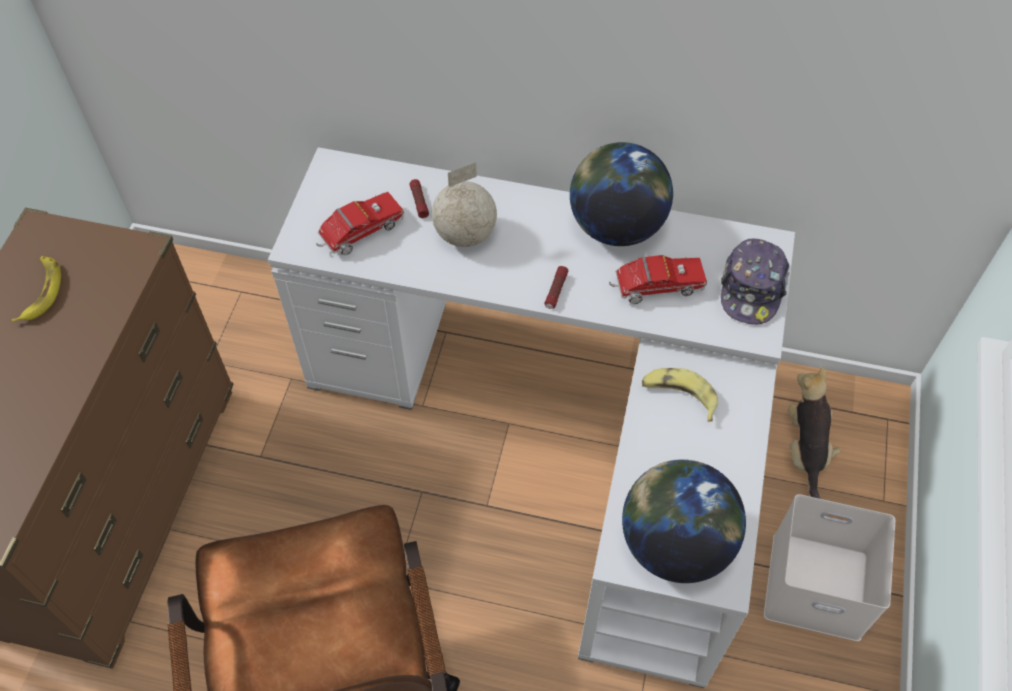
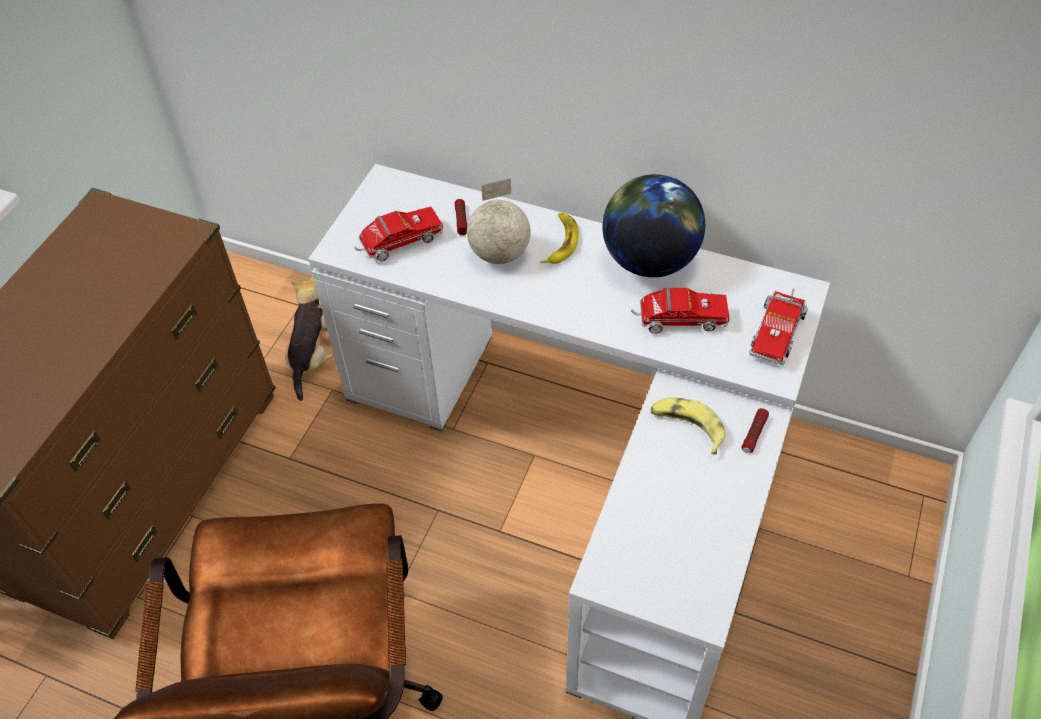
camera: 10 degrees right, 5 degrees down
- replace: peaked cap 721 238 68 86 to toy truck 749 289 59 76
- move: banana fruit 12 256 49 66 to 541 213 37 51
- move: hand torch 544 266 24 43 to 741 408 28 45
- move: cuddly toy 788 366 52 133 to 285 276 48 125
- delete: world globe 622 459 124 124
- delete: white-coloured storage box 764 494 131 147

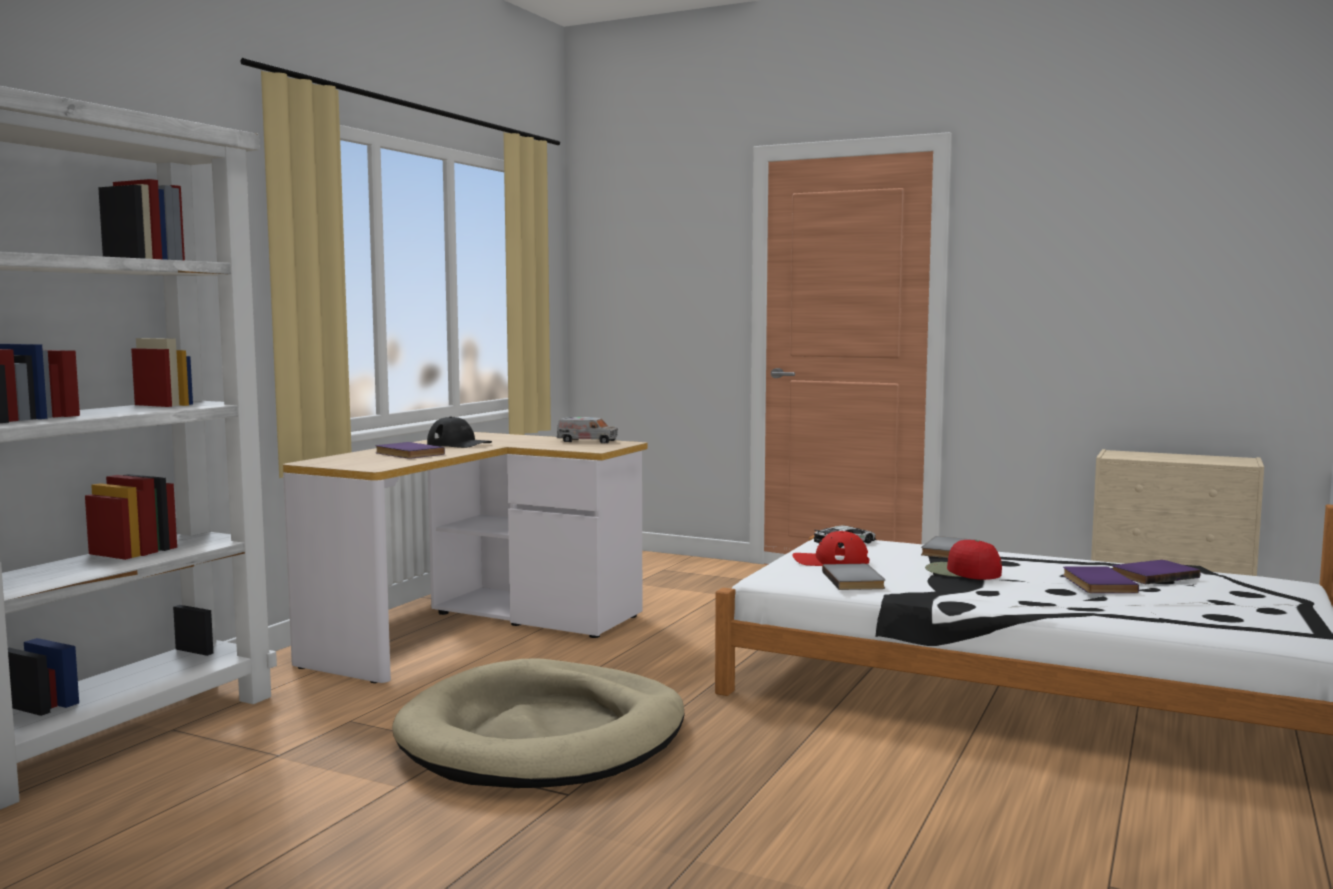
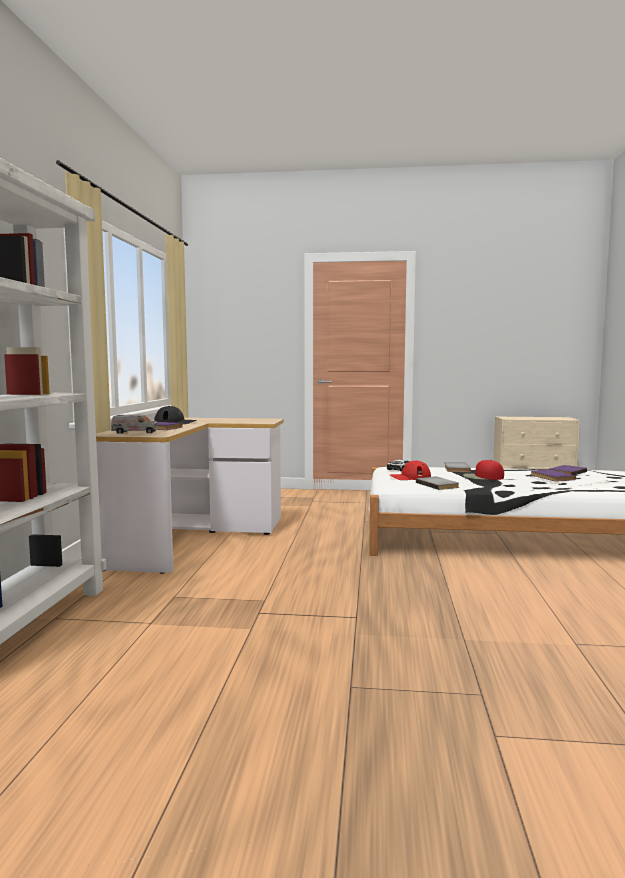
camera: 20 degrees left, 0 degrees up
- move: toy truck 556 417 62 26 to 111 415 47 19
- delete: beige-coloured dog cushion 392 658 293 130

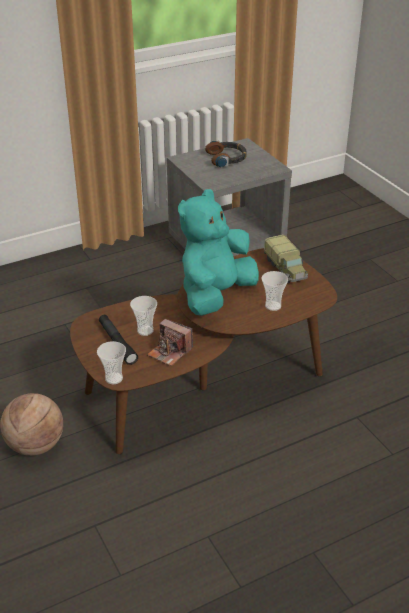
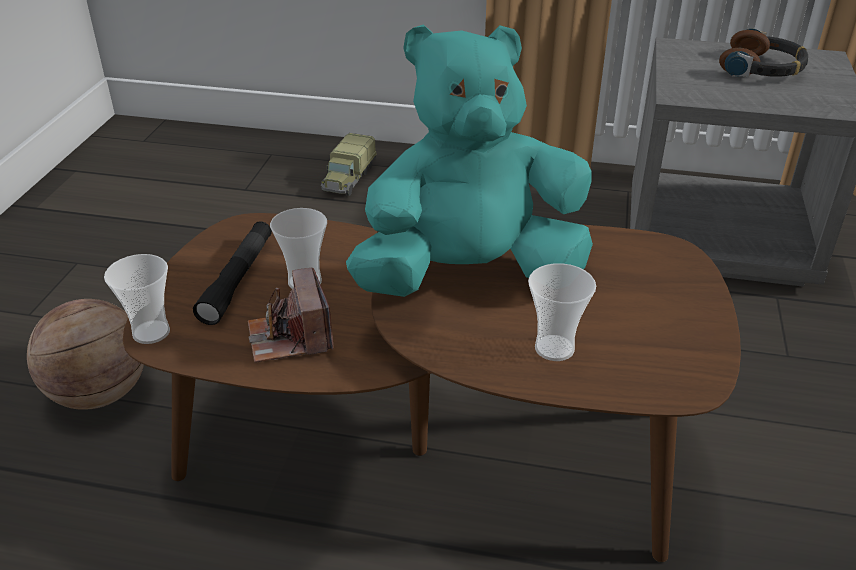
camera: 40 degrees right, 0 degrees up
- move: toy truck 264 234 44 49 to 321 133 55 63

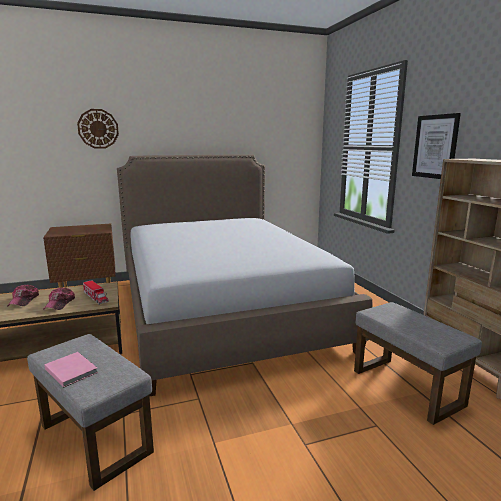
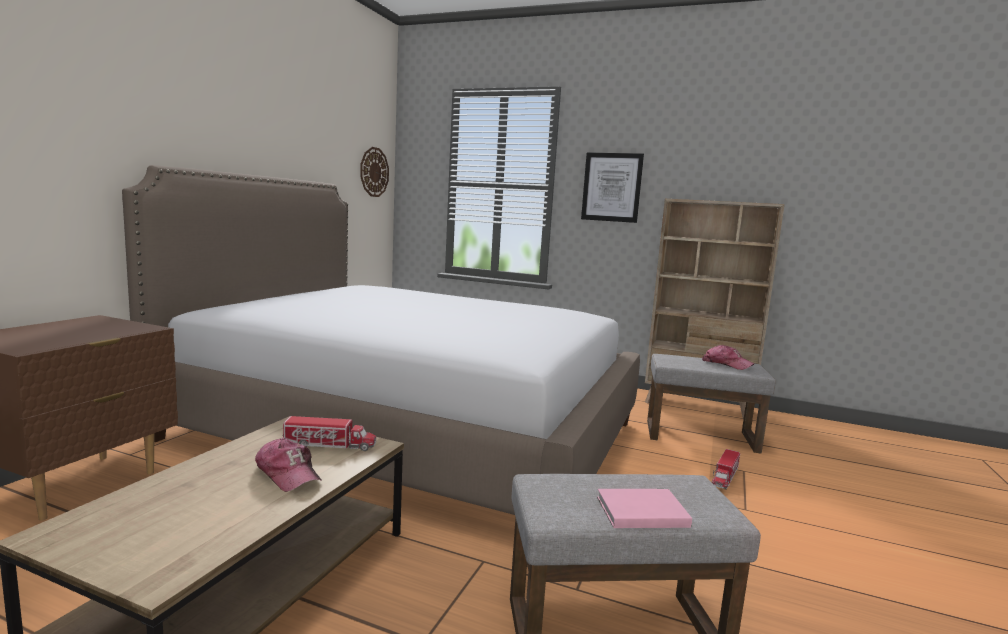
camera: 50 degrees left, 5 degrees down
- move: clock on the wall 77 109 42 40 to 360 147 29 50
- move: peaked cap 7 285 32 21 to 702 345 52 25
- insert: toy truck 712 449 28 41

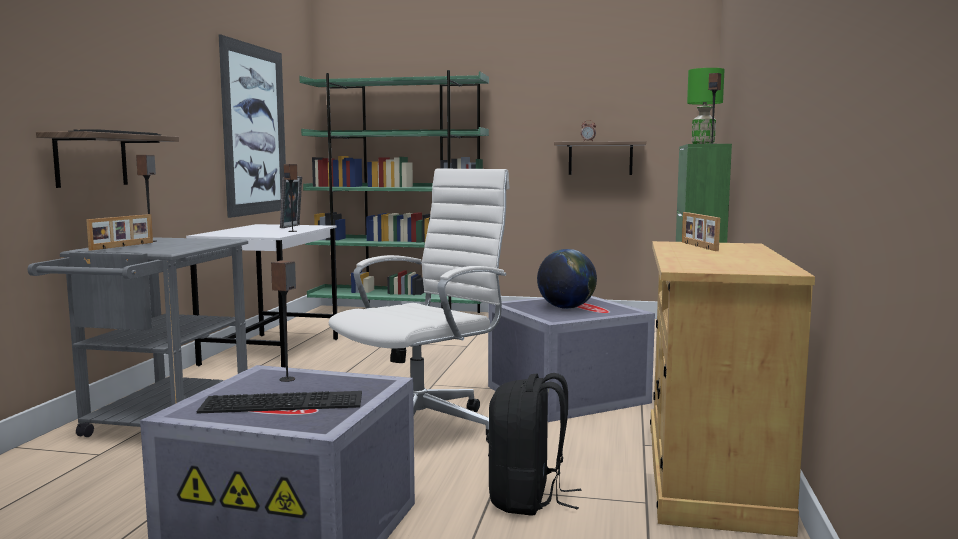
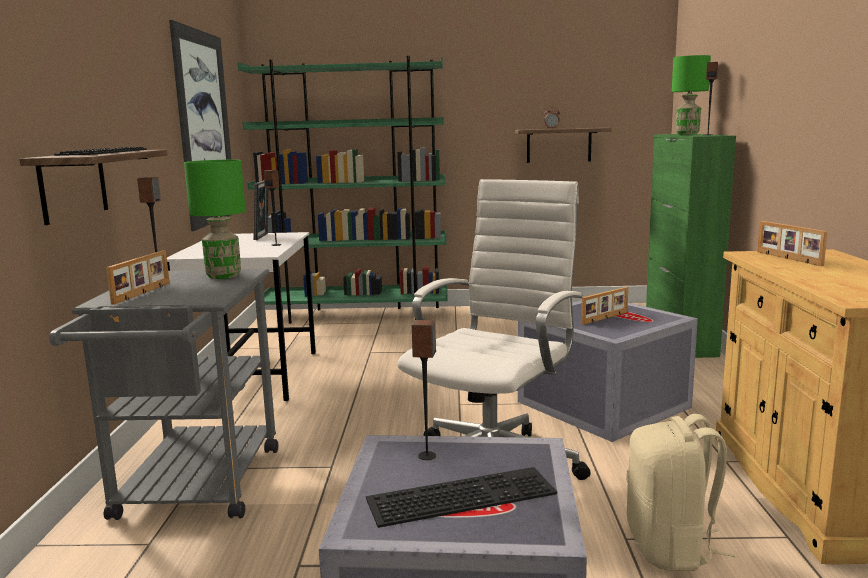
camera: 10 degrees left, 5 degrees up
- replace: world globe 537 249 60 60 to standing frame 581 287 47 38
- recolor: blackish backpack 488 373 93 143 to beige-coloured backpack 626 414 109 157
- insert: green-coloured tabletop lamp 184 160 62 119

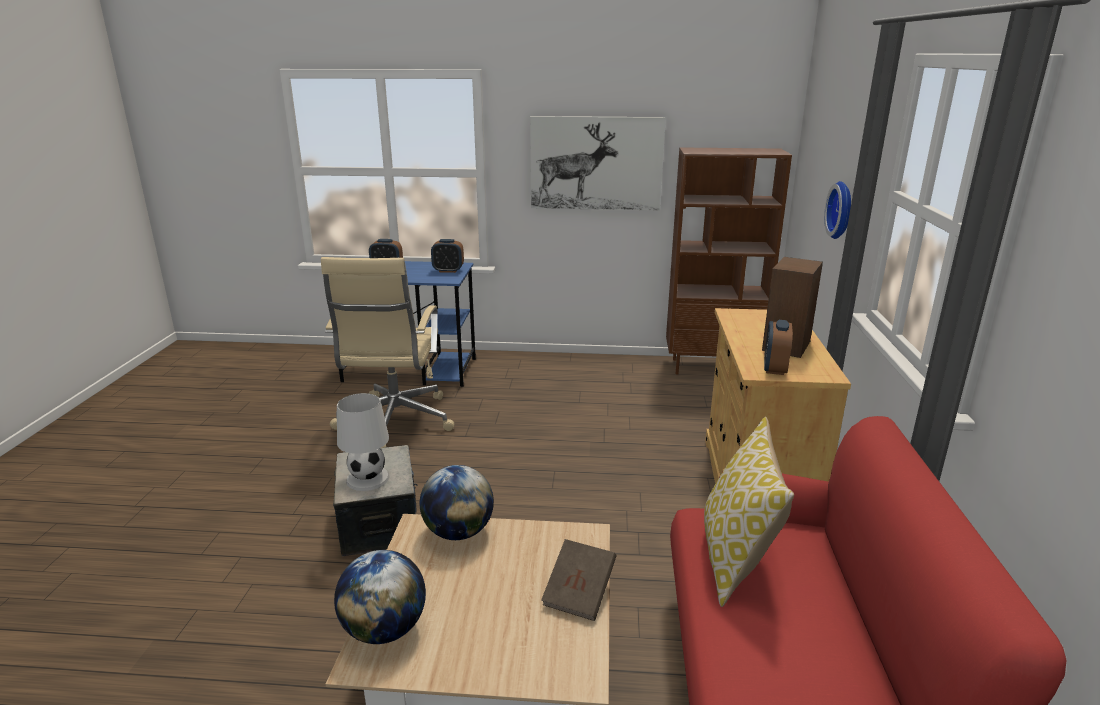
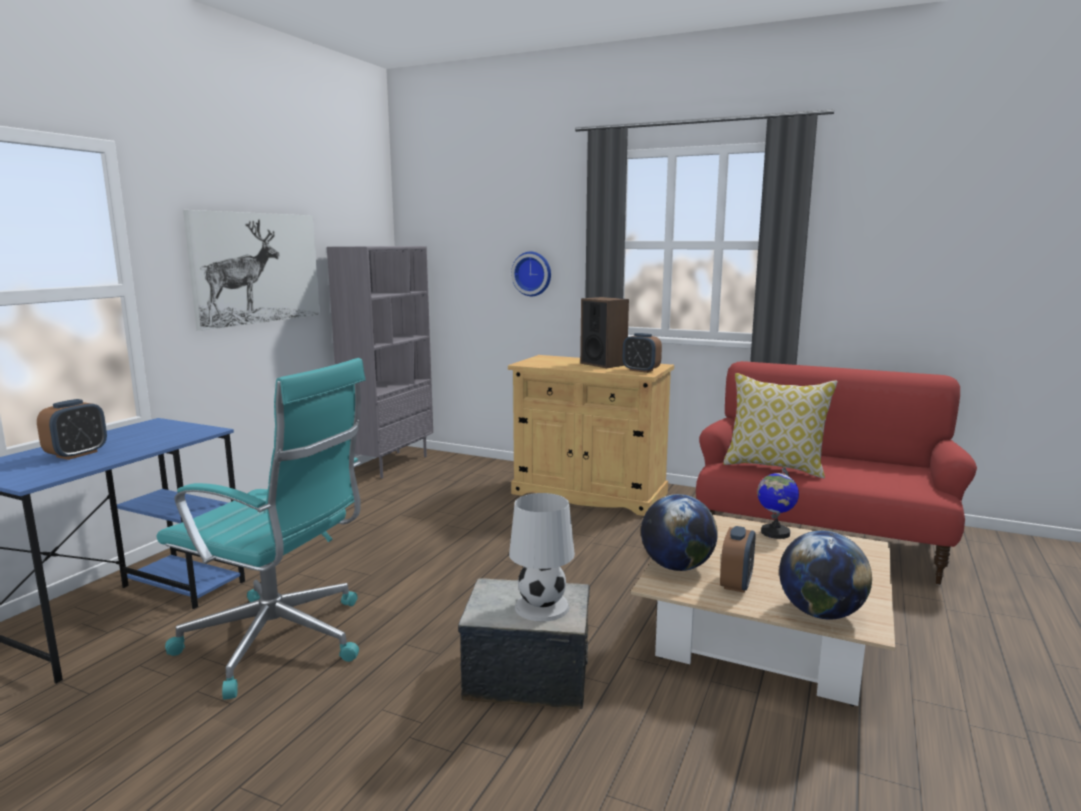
camera: 70 degrees left, 10 degrees down
- recolor: brownish bookcase 666 147 126 227 to greyish bookcase 327 246 106 232
- move: bedside clock 431 239 33 34 to 720 526 36 67
- recolor: beige-coloured office chair 321 257 133 191 to blue-green office chair 157 358 209 342
- replace: brownish volume 541 539 75 82 to world globe 757 467 42 72

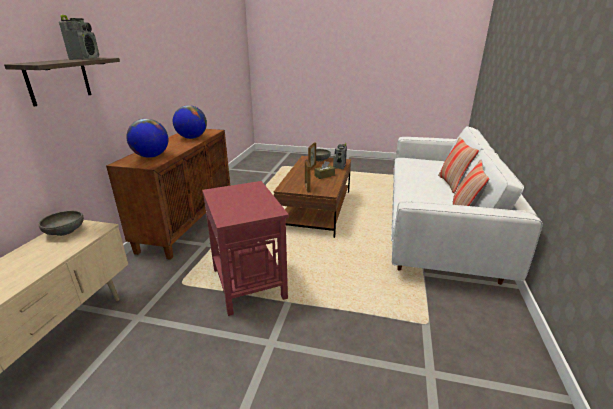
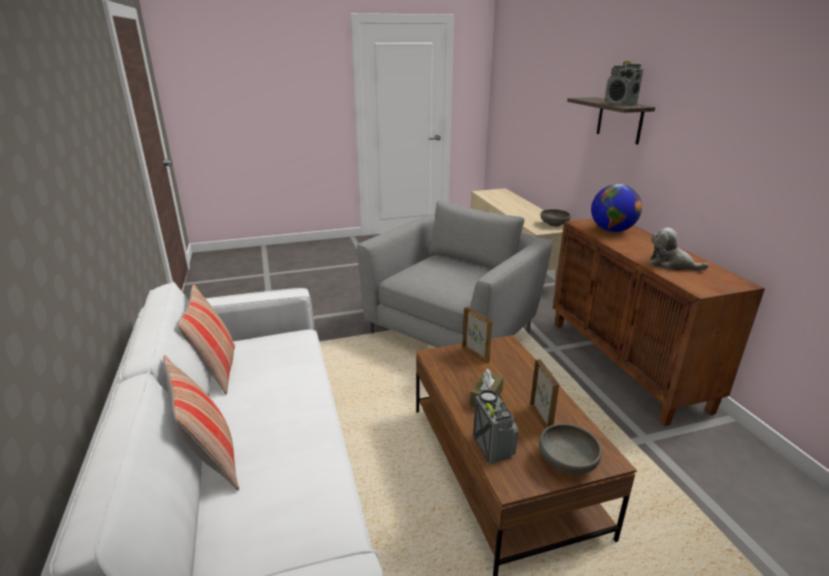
camera: 150 degrees right, 0 degrees up
- replace: world globe 173 105 34 34 to cuddly toy 649 228 60 43
- replace: red-coloured accent table 202 181 87 135 to greyish lounge chair 357 200 196 148

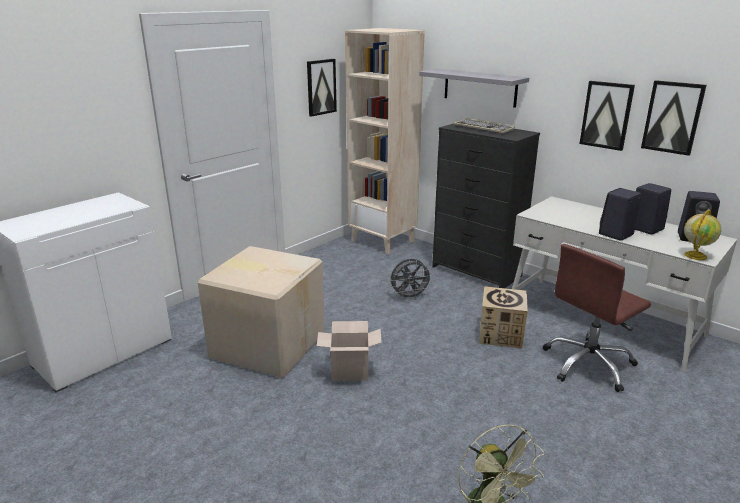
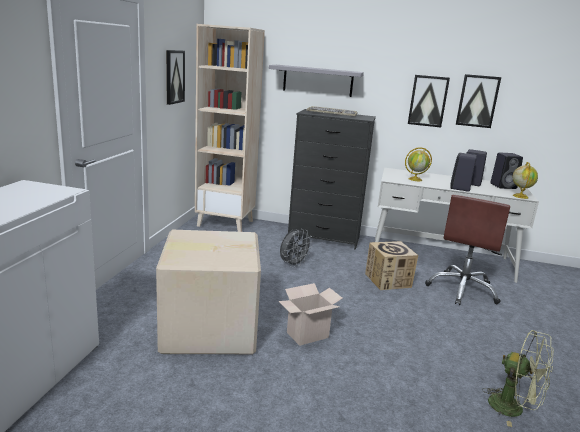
camera: 30 degrees left, 5 degrees down
- insert: world globe 405 147 27 34

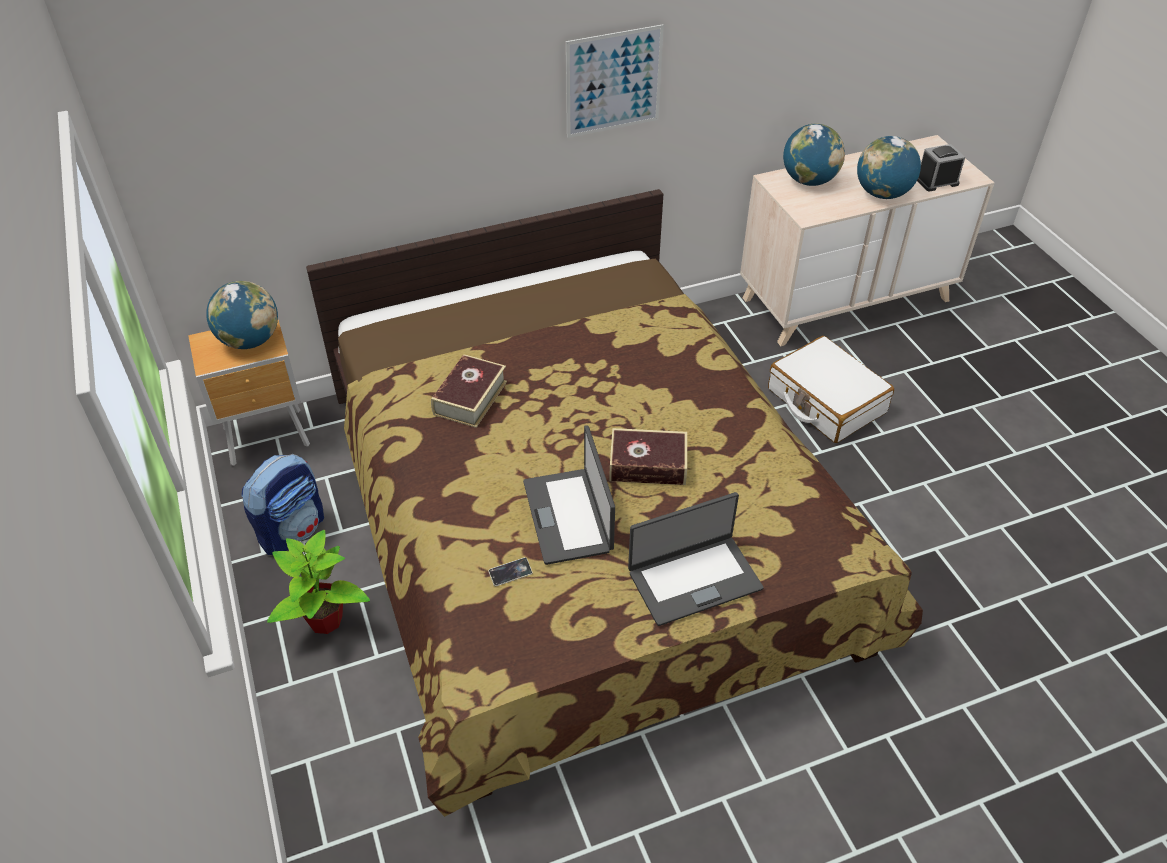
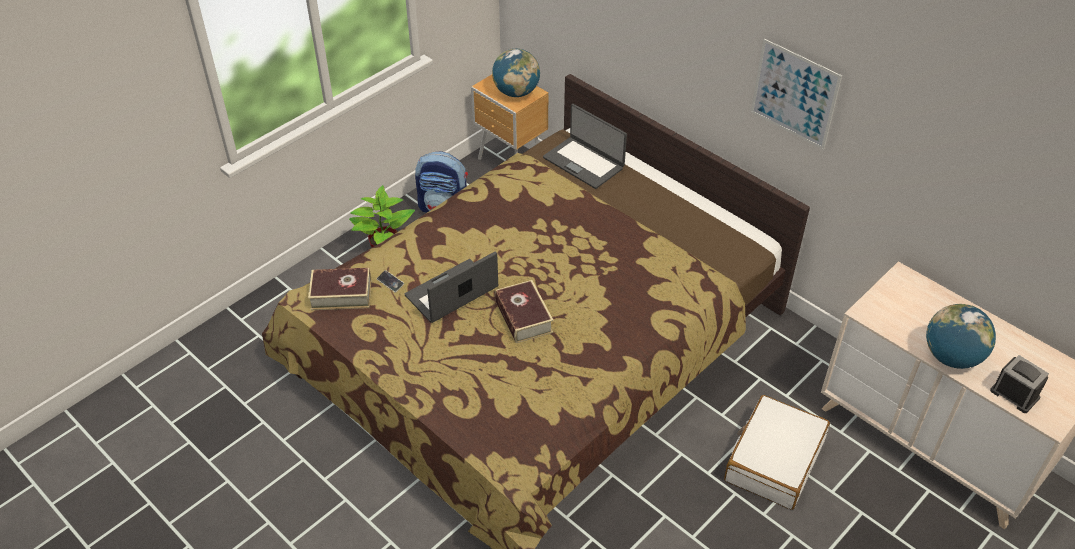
camera: 65 degrees right, 0 degrees up
- delete: world globe 783 123 62 63
- move: volume 431 354 76 74 to 308 268 63 42
- move: notebook computer 628 492 135 134 to 543 104 84 85

